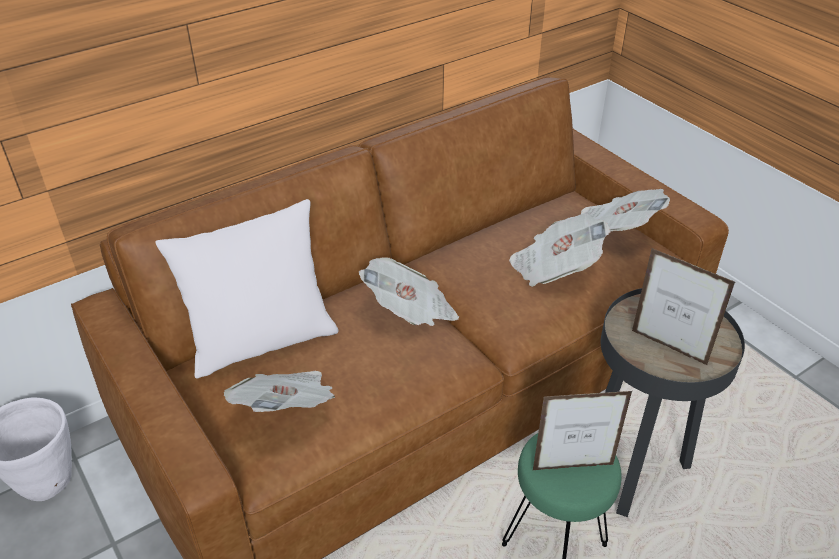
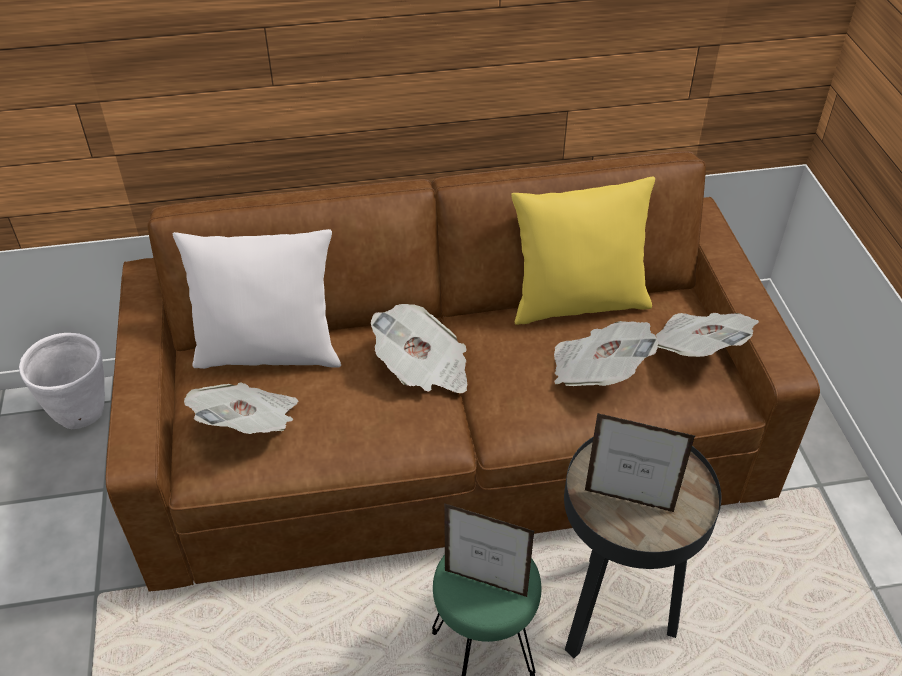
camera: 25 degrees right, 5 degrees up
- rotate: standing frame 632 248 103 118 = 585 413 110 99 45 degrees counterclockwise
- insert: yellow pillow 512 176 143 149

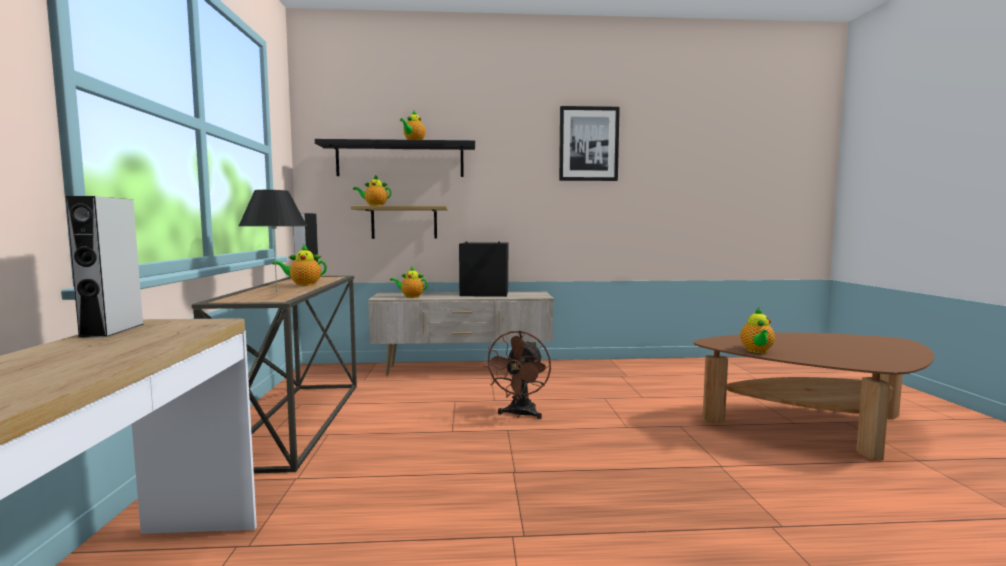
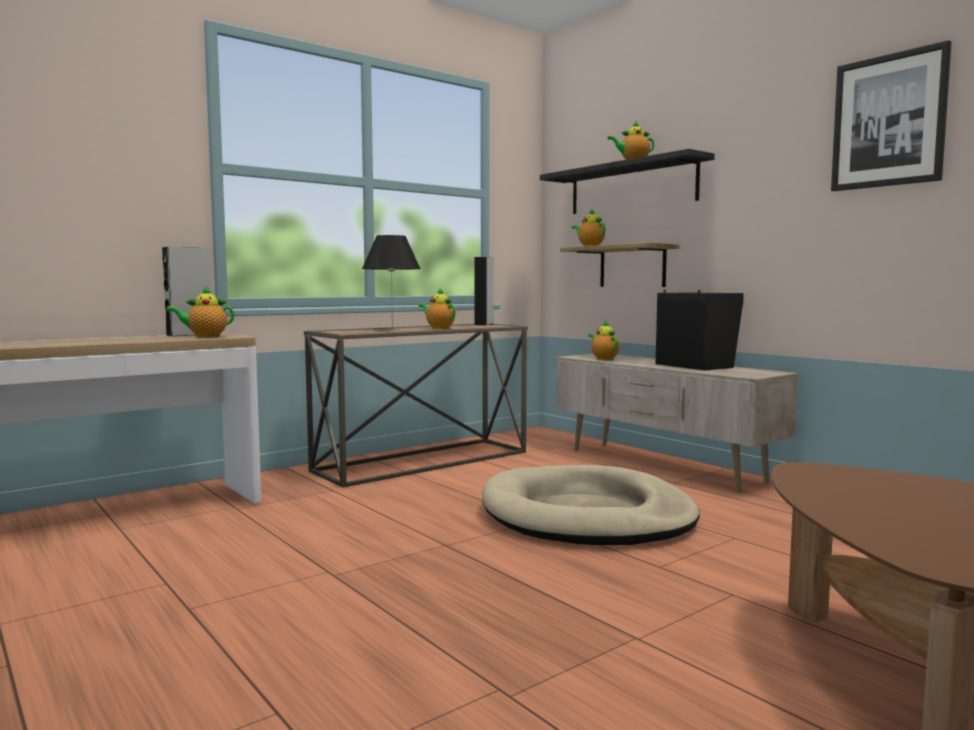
camera: 55 degrees right, 0 degrees up
- move: pot for tea 740 307 35 46 to 166 285 68 53
- replace: brownish cooling fan 483 331 68 88 to beige-coloured dog cushion 482 465 218 80

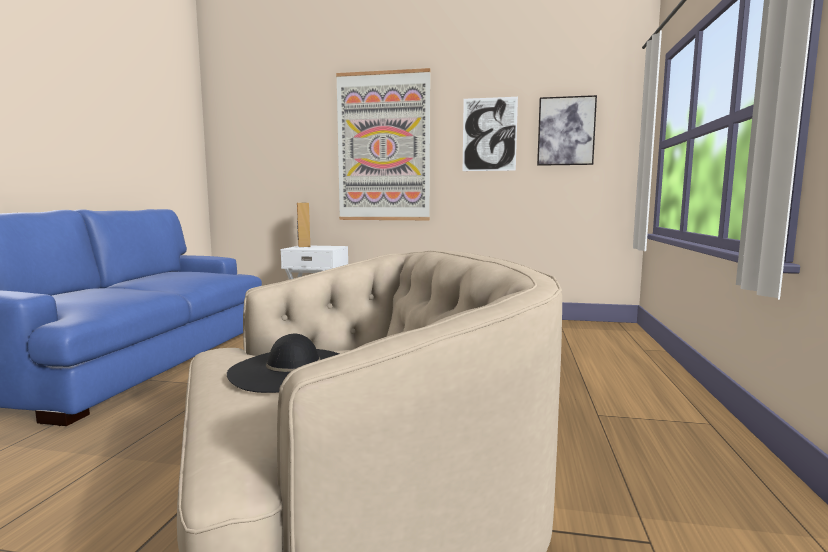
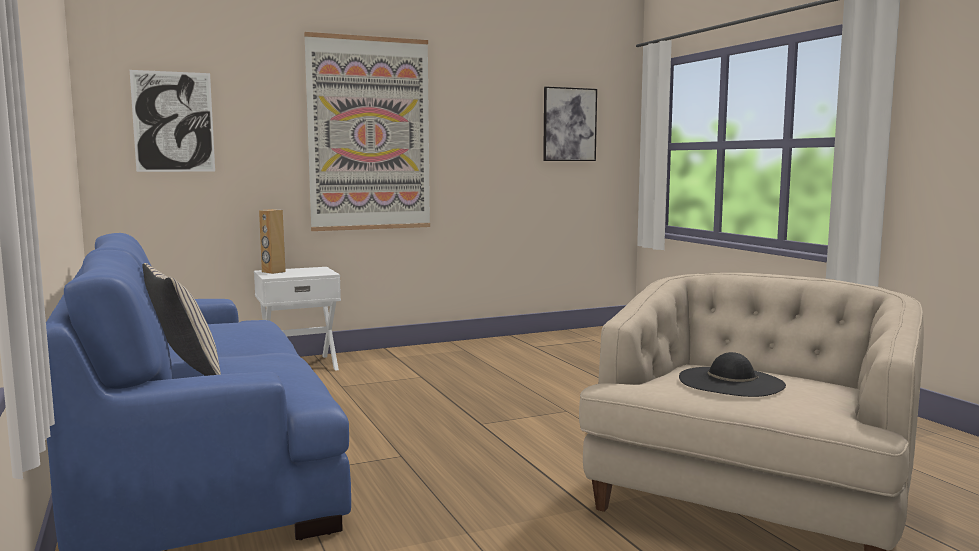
camera: 35 degrees left, 0 degrees up
- move: wall art 463 97 55 74 to 130 70 85 102
- insert: beige-coloured pillow 142 263 79 113

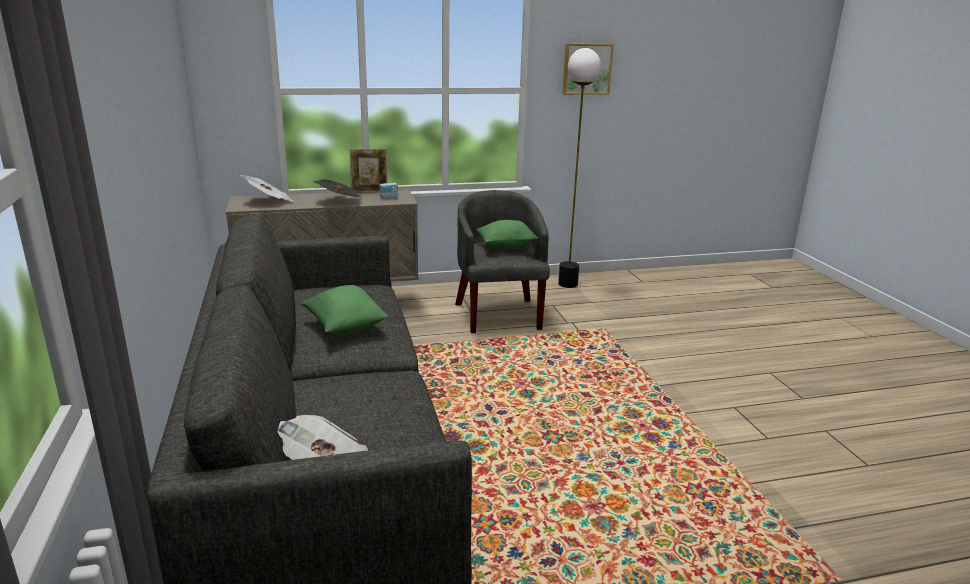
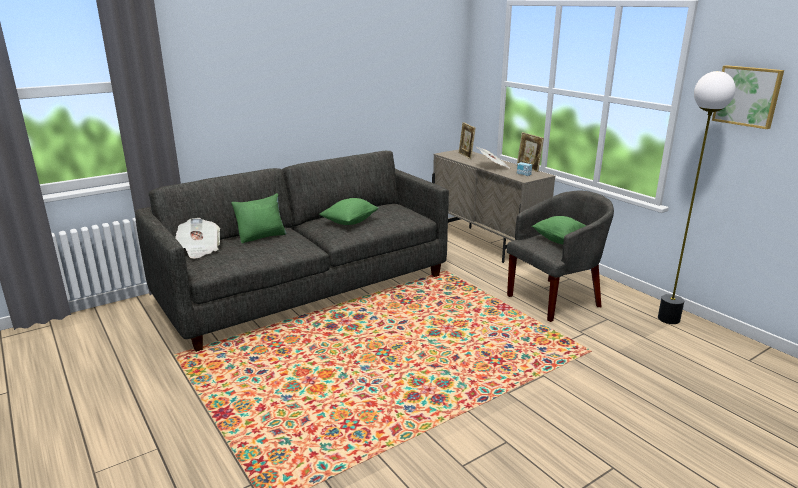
camera: 70 degrees right, 0 degrees up
- replace: daily paper 241 175 54 27 to standing frame 459 122 17 37
- insert: green-coloured pillow 231 193 55 50

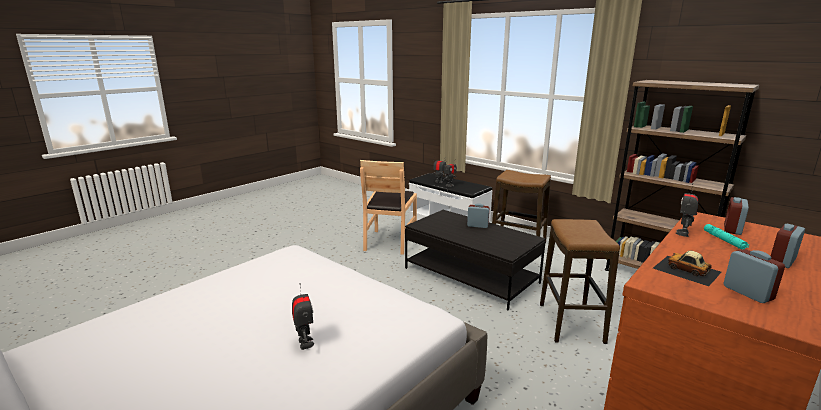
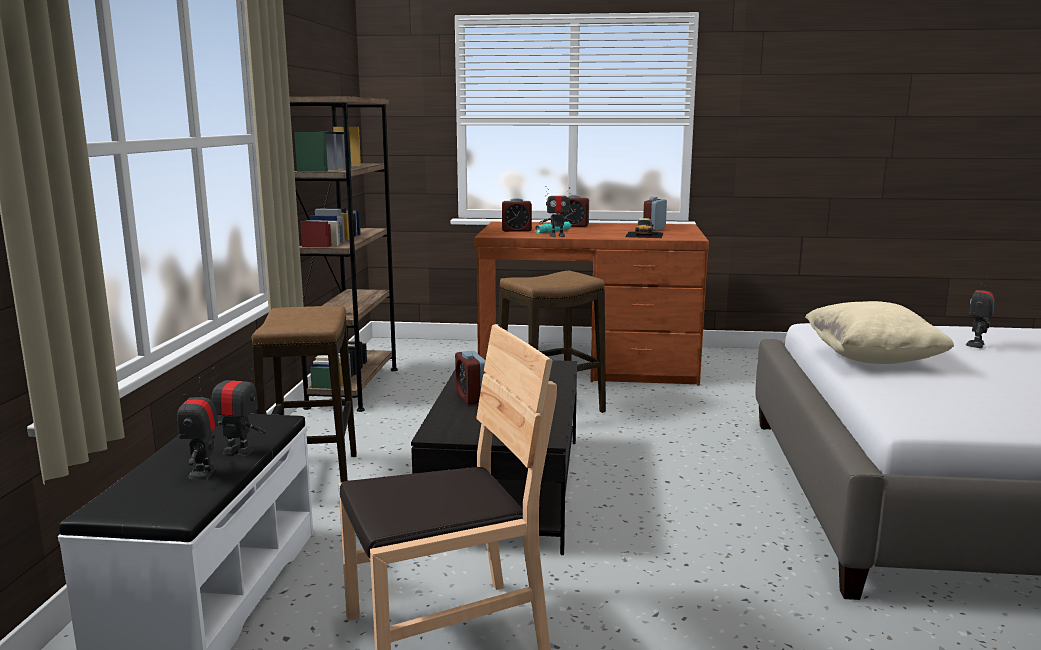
camera: 125 degrees left, 5 degrees down
- insert: beige-coloured pillow 805 301 149 63

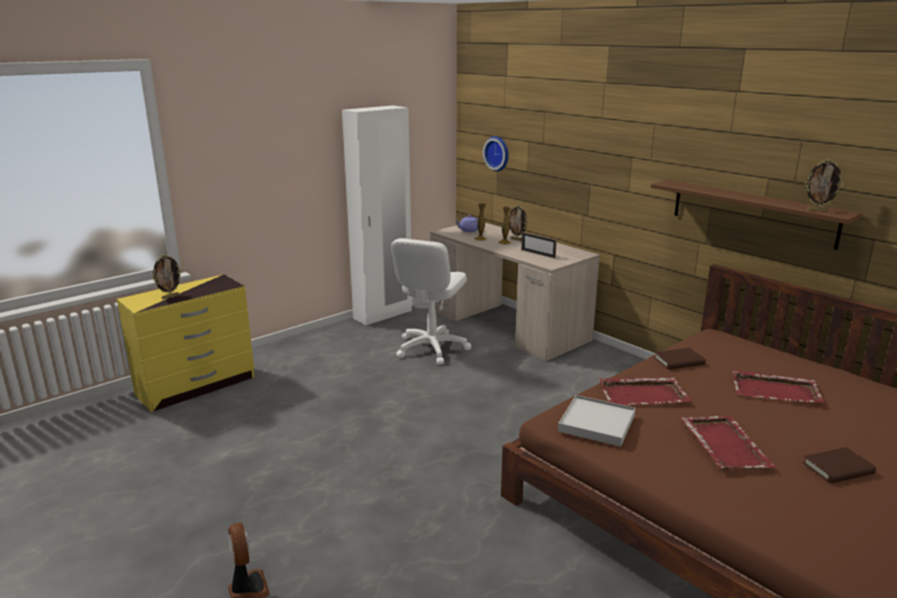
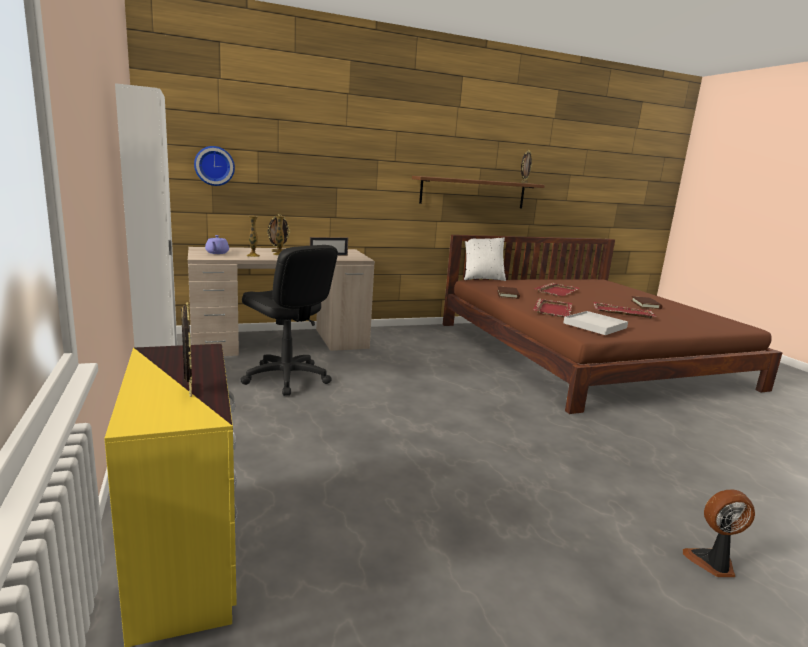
camera: 70 degrees left, 5 degrees down
- recolor: white-coloured office chair 391 238 80 127 to blackish office chair 240 245 98 151
- insert: white-coloured pillow 464 237 42 44

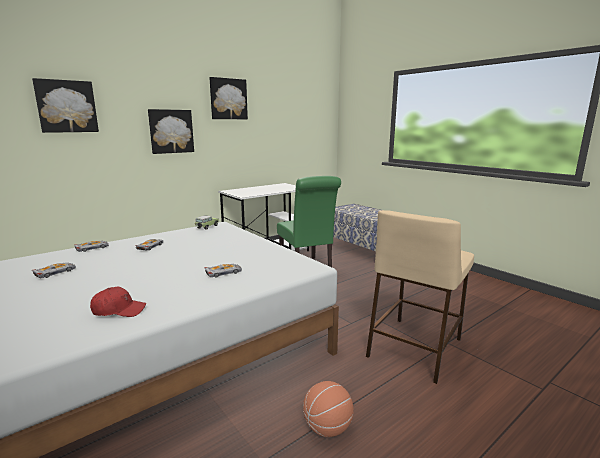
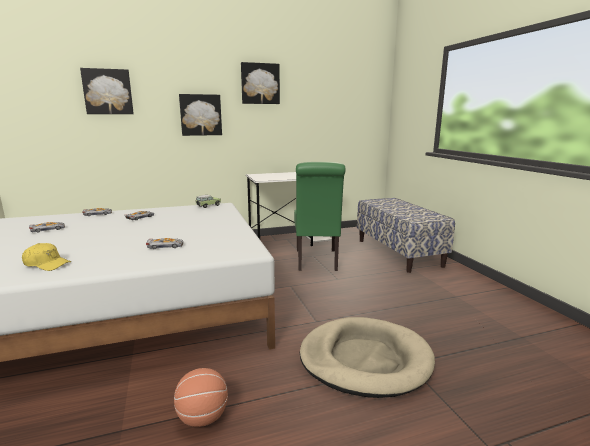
camera: 20 degrees right, 0 degrees up
- replace: beige-coloured sitting stool 366 210 108 174 to beige-coloured dog cushion 300 317 135 81
- recolor: red-coloured peaked cap 90 287 56 30 to yellow peaked cap 22 243 49 28

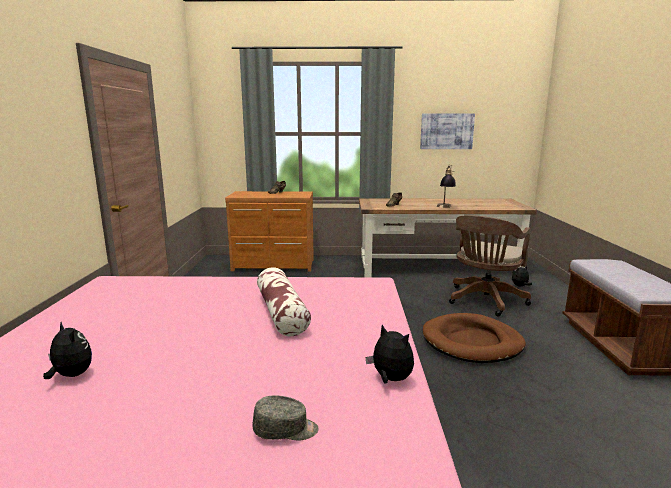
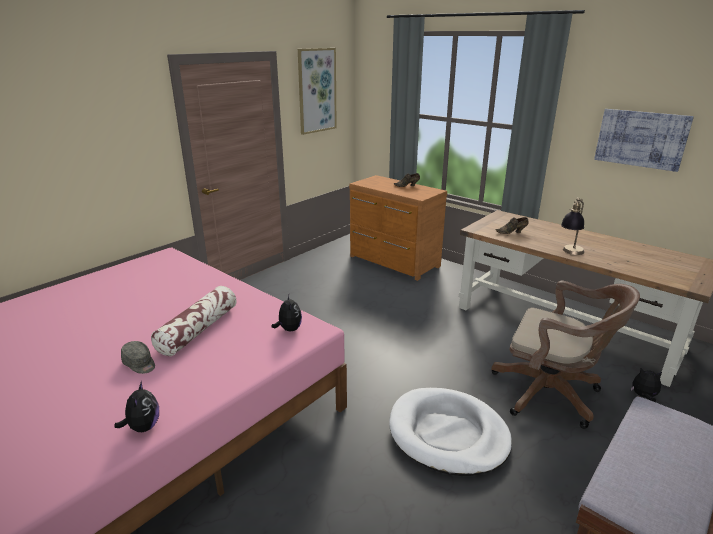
camera: 40 degrees right, 10 degrees up
- rotate: brownish office chair 449 215 82 102 = 491 281 149 148 135 degrees counterclockwise
- recolor: brownish dog cushion 423 313 103 50 to white-coloured dog cushion 389 388 123 88
- move: cuddly toy 43 322 49 57 to 272 295 30 36
- move: greyish peaked cap 252 396 67 44 to 121 341 34 33
- insert: wall art 298 48 39 87

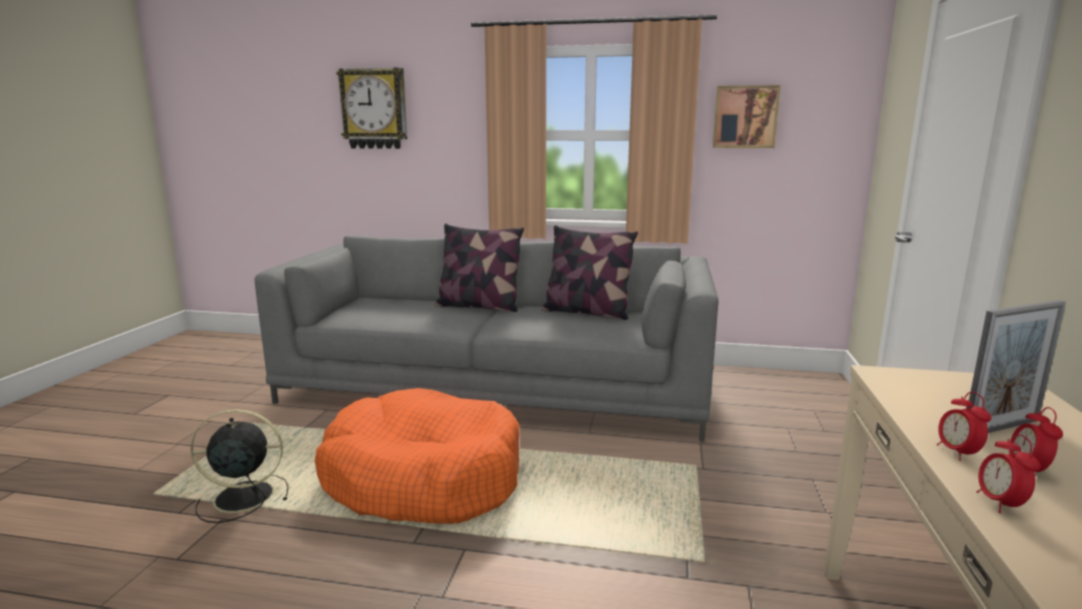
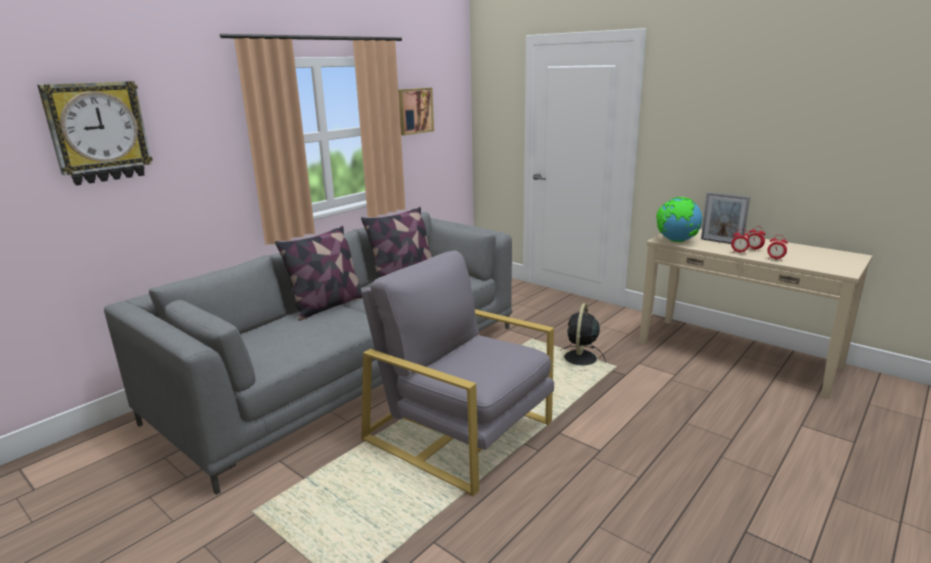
camera: 60 degrees left, 5 degrees up
- rotate: standing frame 967 300 99 133 = 701 192 49 52 120 degrees clockwise
- replace: orange-coloured dog cushion 315 388 205 136 to greyish lounge chair 361 251 193 245
- move: blackish cooling fan 191 409 97 114 to 561 303 45 68
- insert: world globe 656 197 46 45

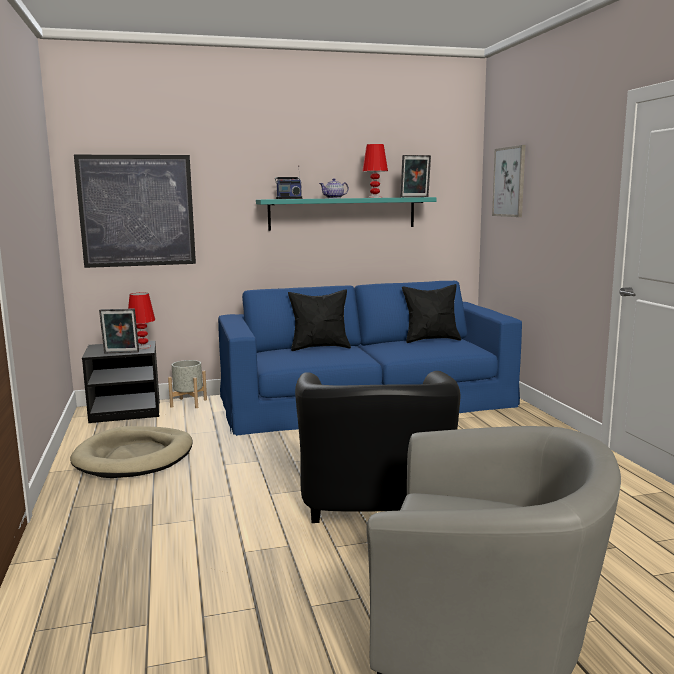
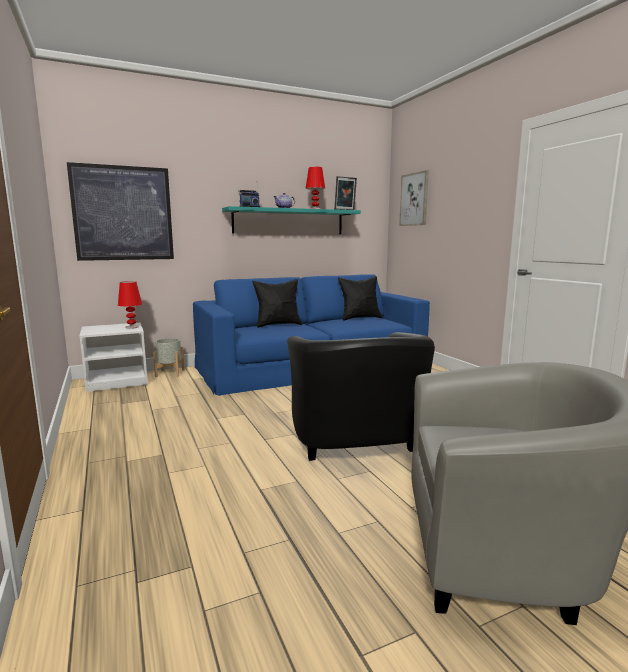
camera: 10 degrees left, 0 degrees up
- delete: standing frame 99 308 40 45
- recolor: blackish nightstand 82 341 78 82 to white-coloured nightstand 79 323 69 69
- delete: beige-coloured dog cushion 70 426 123 52

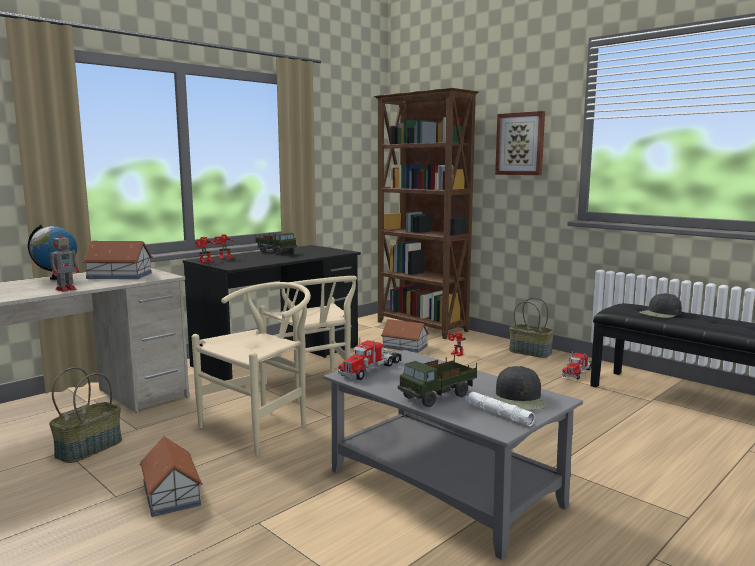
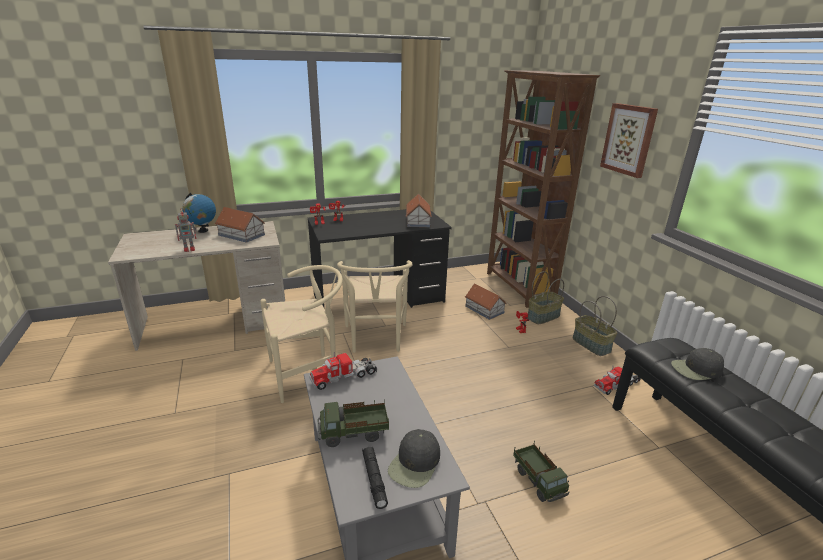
camera: 25 degrees right, 15 degrees up
- move: toy truck 255 232 42 23 to 513 441 56 61
- move: storage basket 49 367 73 96 to 527 271 37 53
- recolor: white-coloured hand torch 466 392 69 34 to blackish hand torch 362 447 26 62
- move: miniature house 139 436 64 81 to 406 194 26 33

